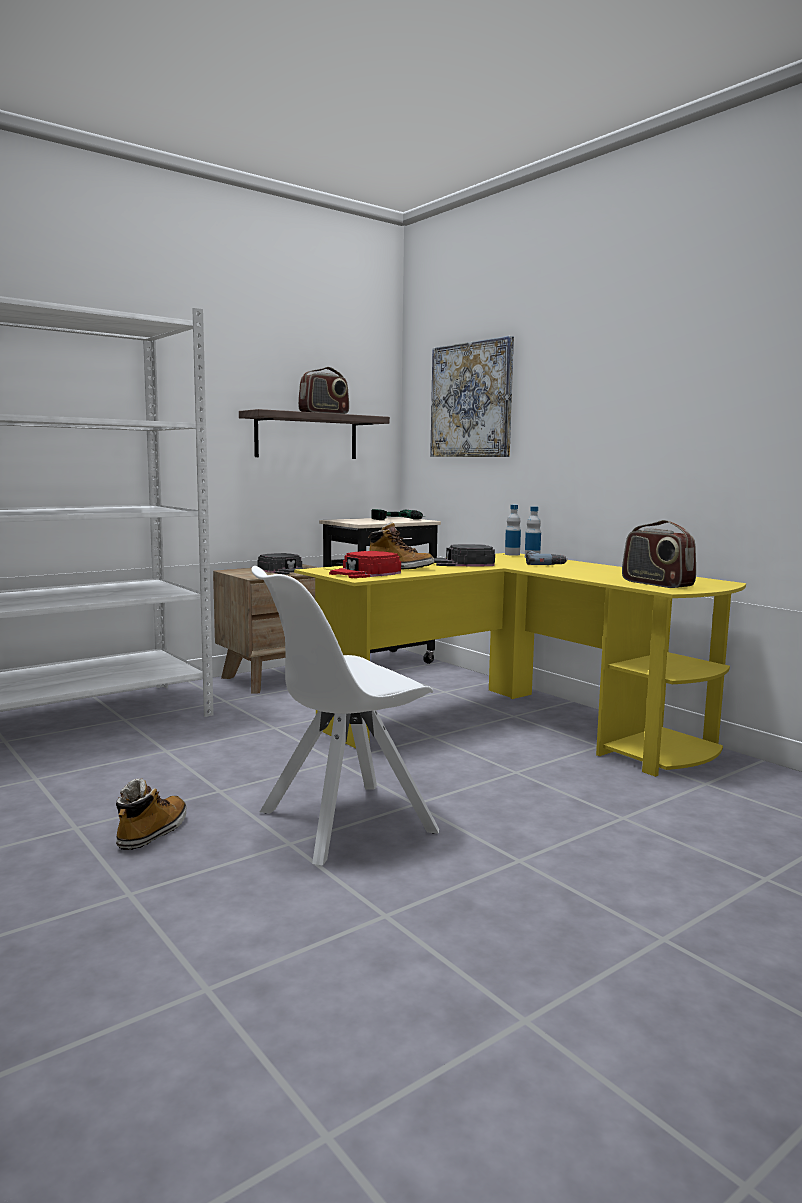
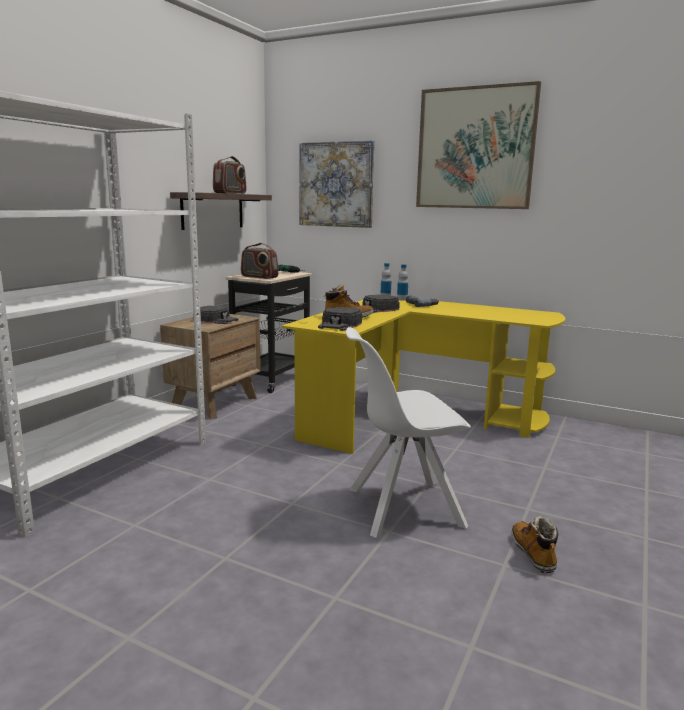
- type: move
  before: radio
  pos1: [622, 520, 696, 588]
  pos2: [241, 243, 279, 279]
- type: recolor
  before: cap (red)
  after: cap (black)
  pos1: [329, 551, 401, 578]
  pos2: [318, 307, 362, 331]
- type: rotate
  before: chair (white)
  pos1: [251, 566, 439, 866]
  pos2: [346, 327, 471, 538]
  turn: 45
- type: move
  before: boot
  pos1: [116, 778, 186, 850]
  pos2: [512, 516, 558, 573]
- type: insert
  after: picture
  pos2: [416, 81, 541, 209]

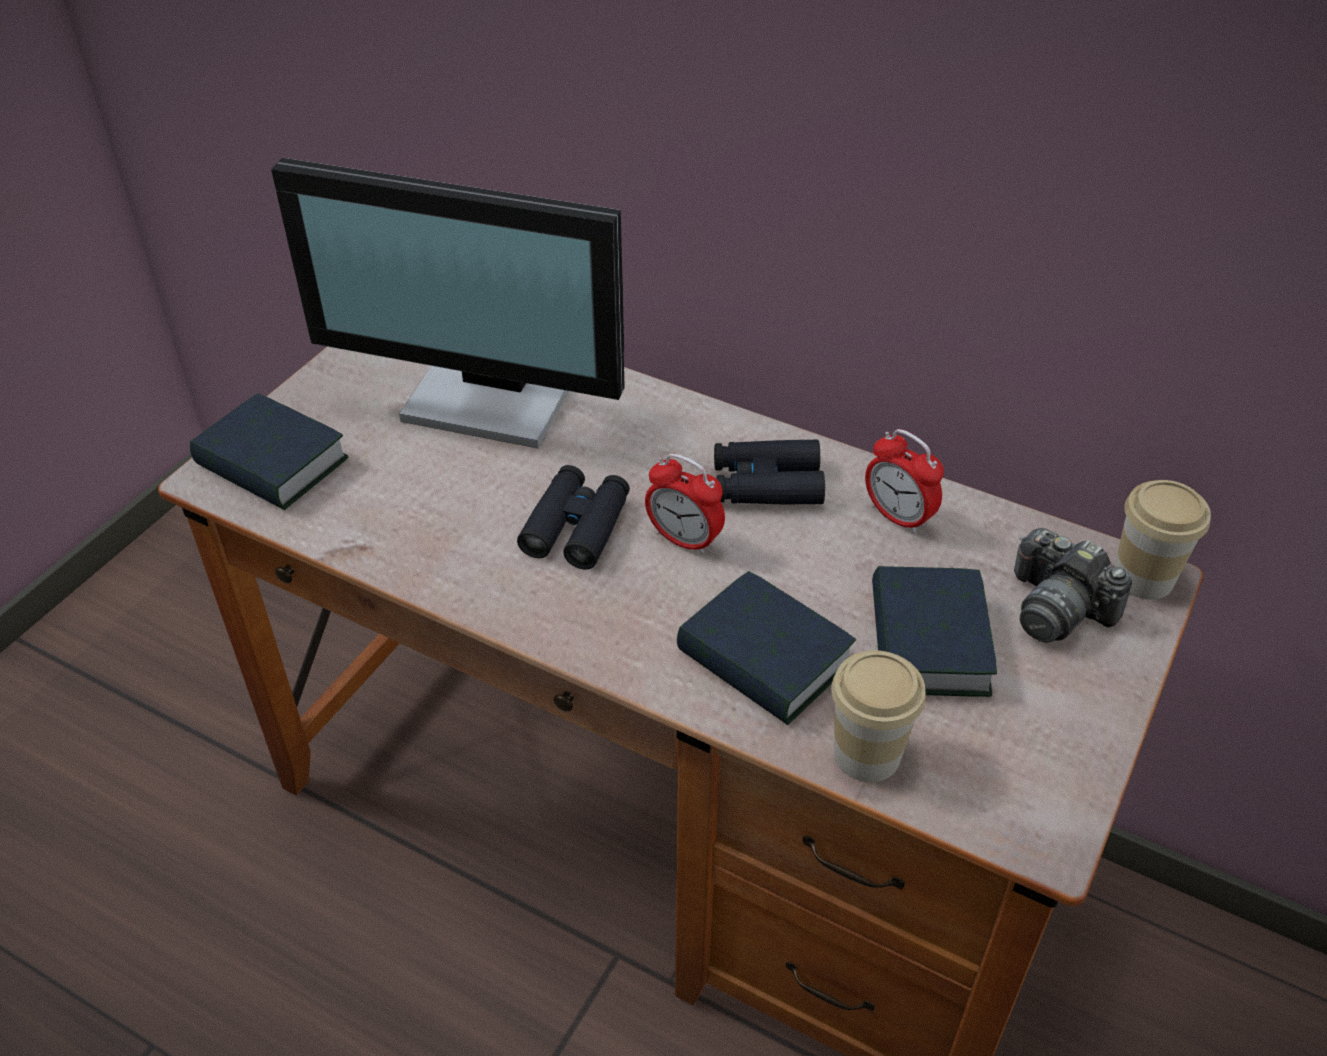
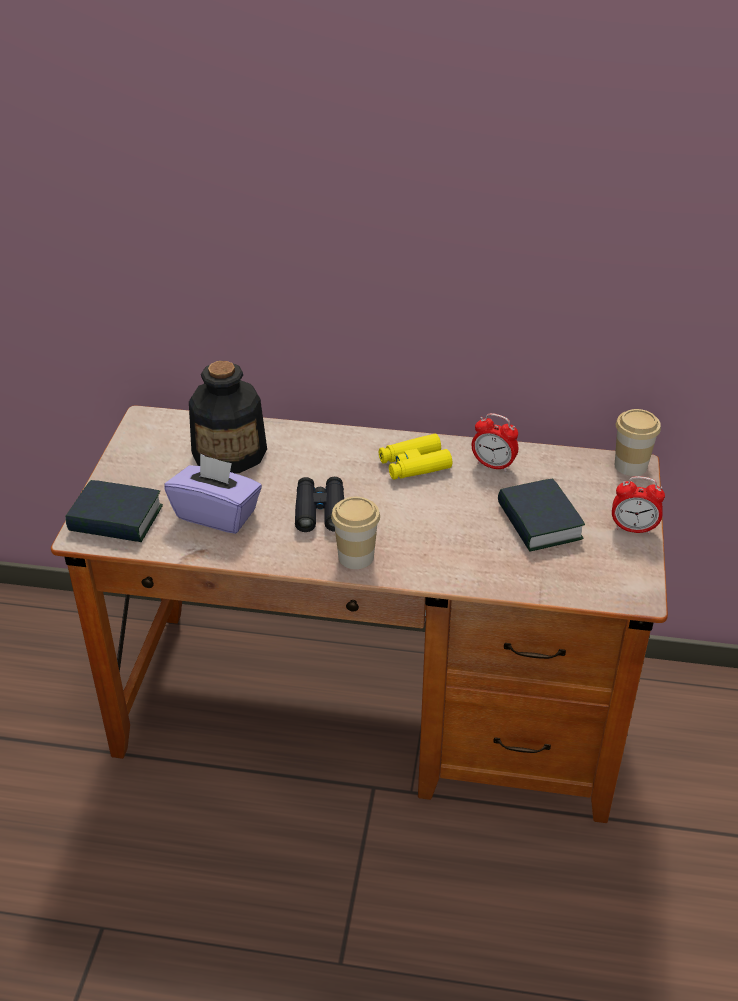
- type: replace
  before: monitor
  after: bottle
  pos1: [271, 158, 625, 448]
  pos2: [189, 361, 267, 473]
- type: recolor
  before: binoculars (black)
  after: binoculars (yellow)
  pos1: [714, 439, 825, 504]
  pos2: [379, 434, 452, 480]
- type: move
  before: alarm clock
  pos1: [645, 453, 725, 555]
  pos2: [612, 476, 665, 534]
- type: delete
  before: photo camera
  pos1: [1014, 528, 1132, 643]
- type: delete
  before: book
  pos1: [677, 571, 856, 725]
- type: move
  before: cup
  pos1: [831, 650, 926, 782]
  pos2: [331, 497, 380, 569]
- type: insert
  after: tissue box (purple)
  pos2: [164, 453, 262, 534]

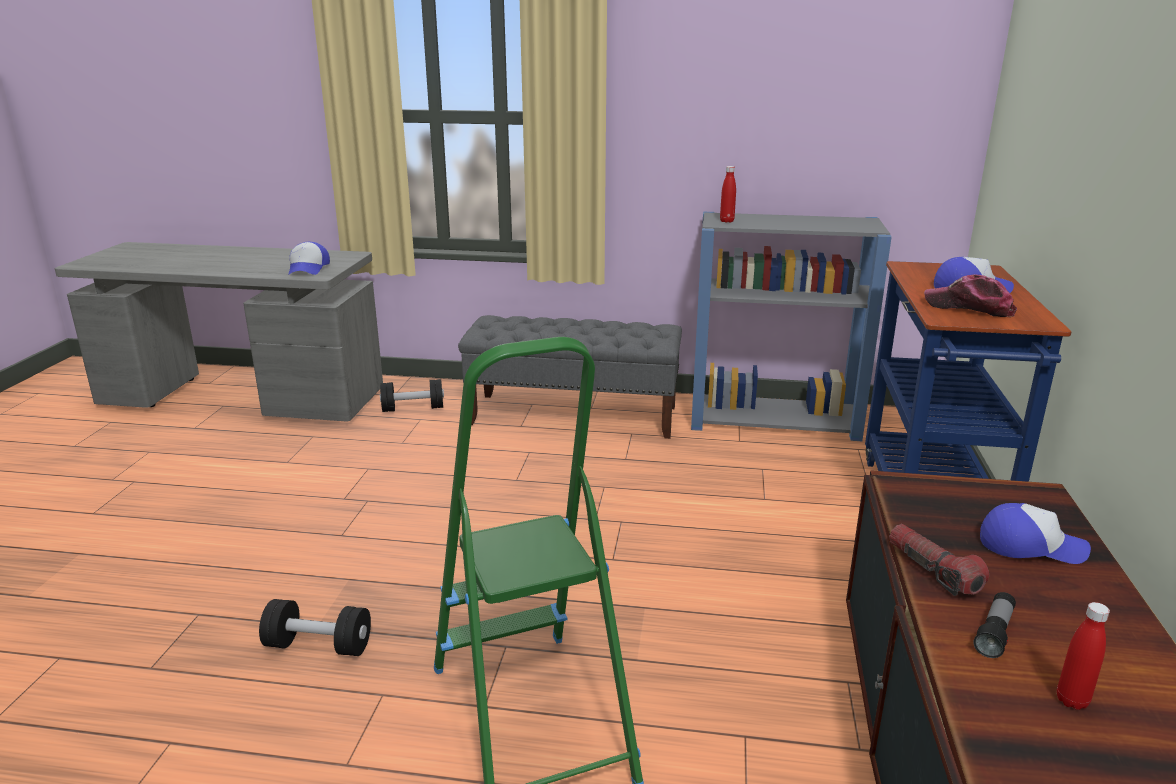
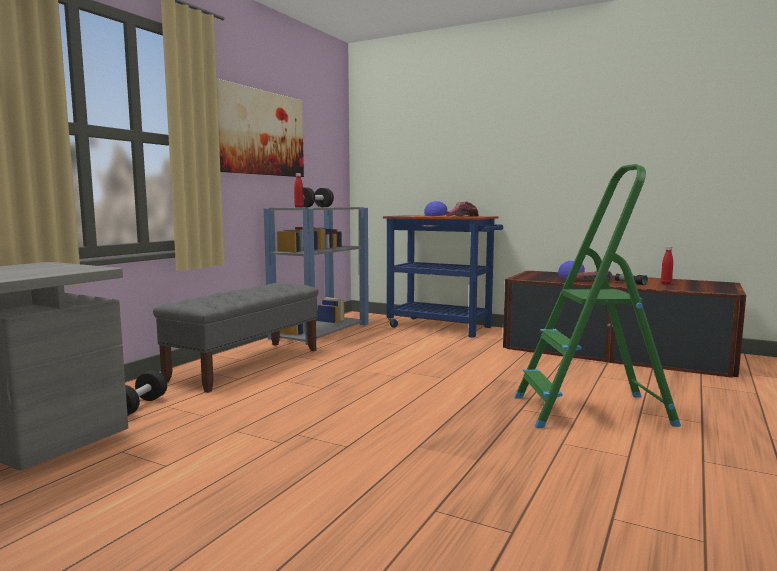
- type: delete
  before: cap
  pos1: [288, 242, 330, 275]
- type: move
  before: dumbbell (black)
  pos1: [259, 599, 371, 656]
  pos2: [303, 187, 334, 207]
- type: insert
  after: picture
  pos2: [216, 78, 304, 177]

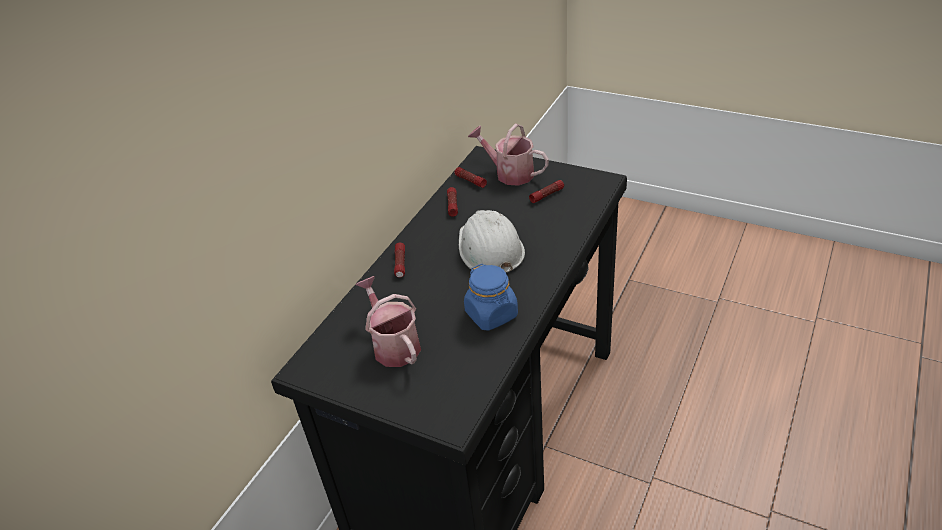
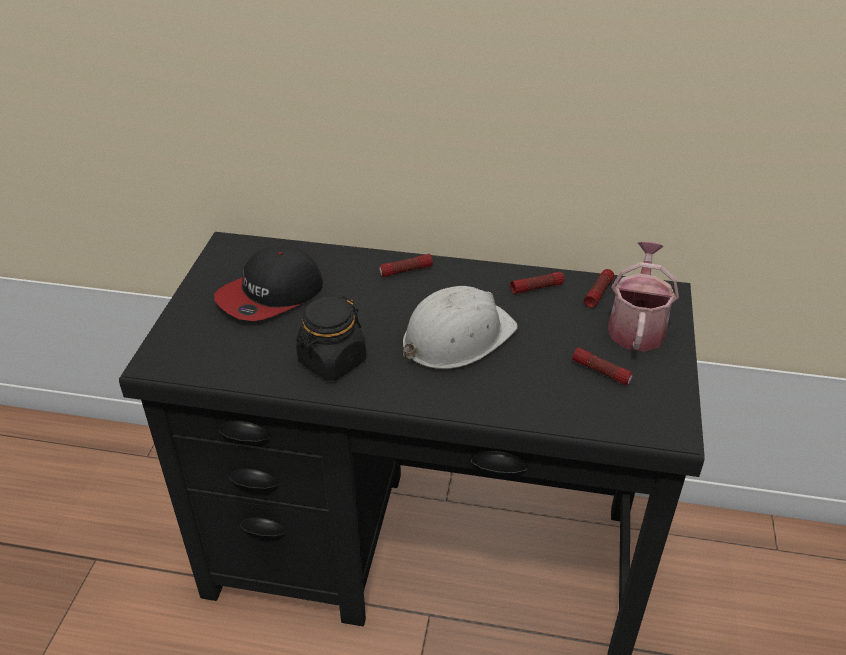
- type: recolor
  before: jar (blue)
  after: jar (black)
  pos1: [464, 264, 518, 331]
  pos2: [296, 296, 366, 381]
- type: replace
  before: watering can
  after: cap
  pos1: [355, 276, 421, 367]
  pos2: [214, 246, 323, 321]

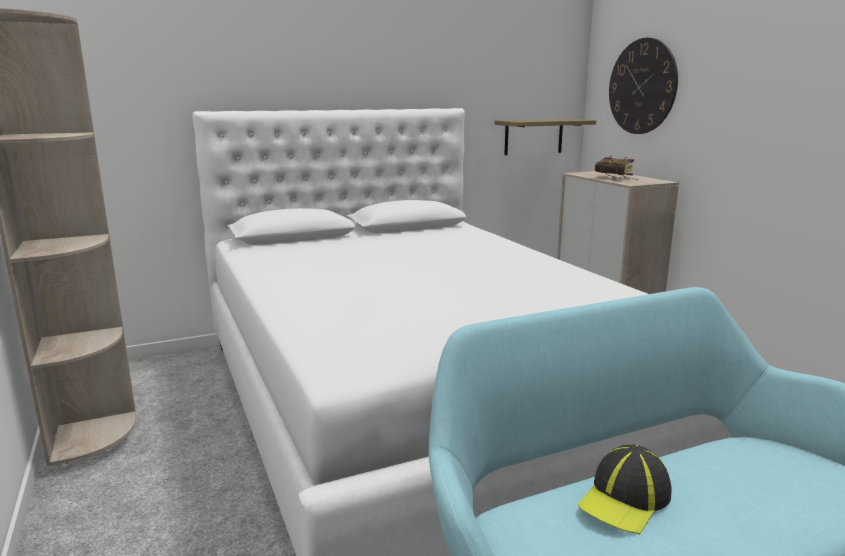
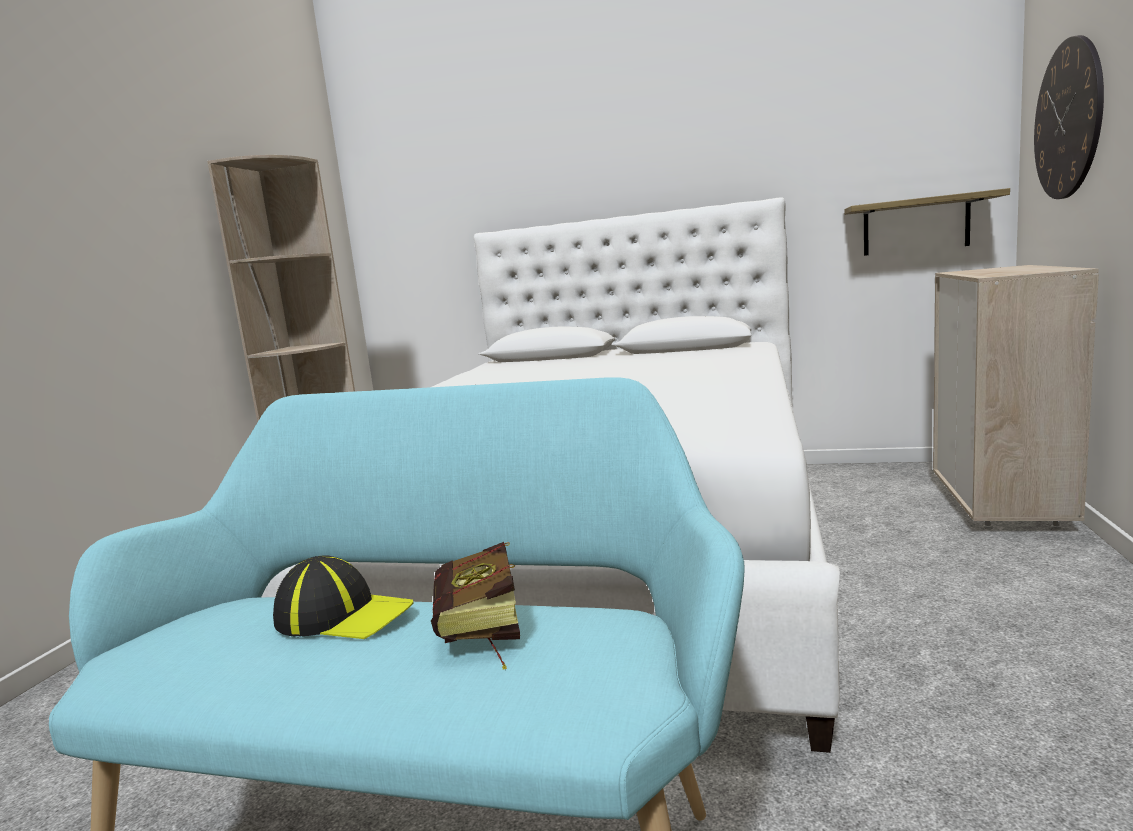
- type: move
  before: book
  pos1: [595, 156, 638, 180]
  pos2: [431, 542, 520, 669]
- type: rotate
  before: cap
  pos1: [578, 444, 671, 534]
  pos2: [273, 555, 414, 639]
  turn: -150

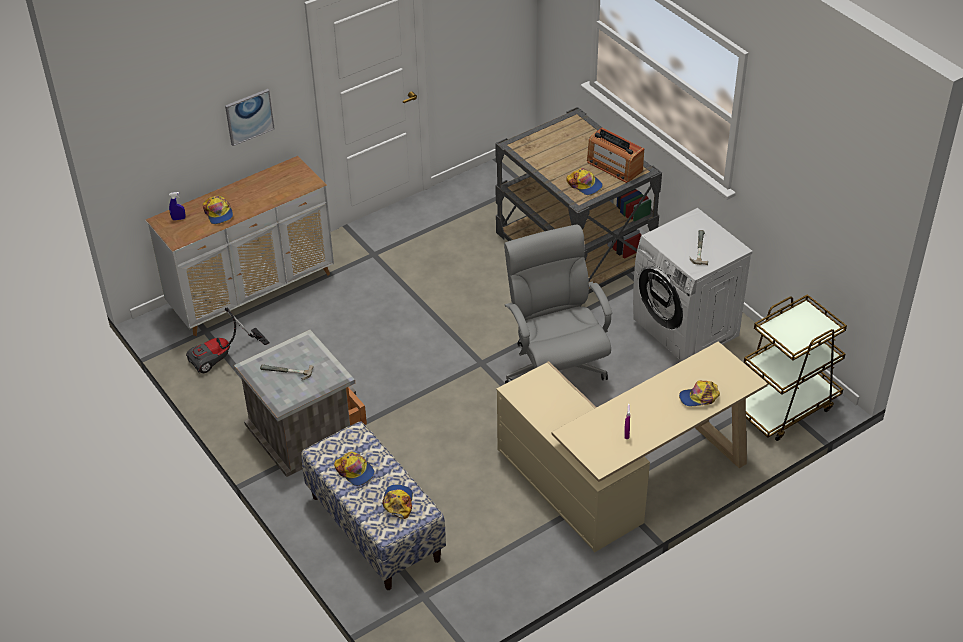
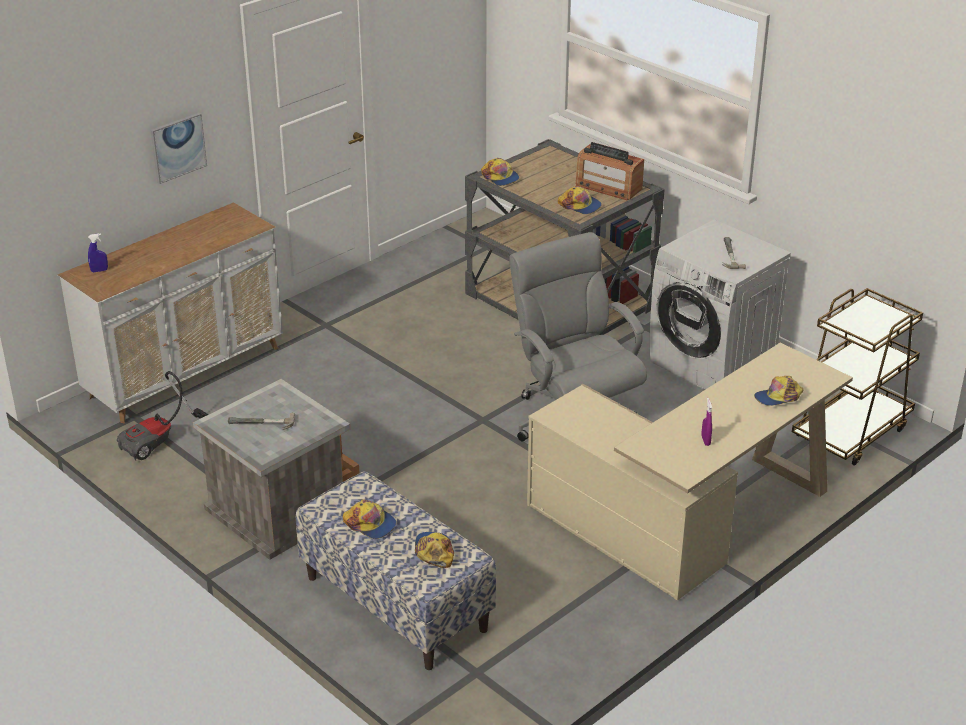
- type: move
  before: cap
  pos1: [203, 195, 233, 224]
  pos2: [481, 158, 519, 186]

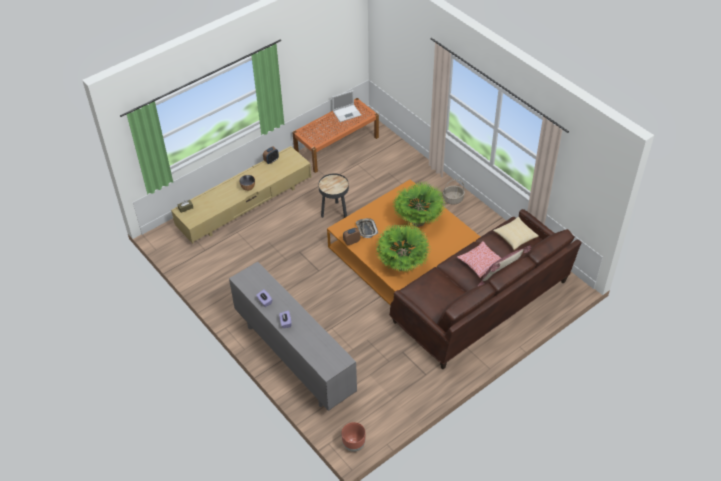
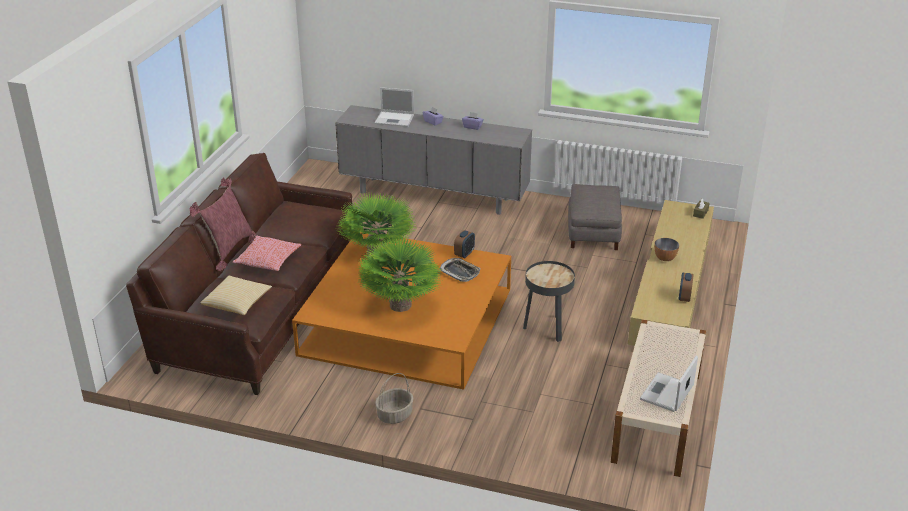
- type: recolor
  before: bench (orange)
  after: bench (beige)
  pos1: [292, 98, 379, 173]
  pos2: [611, 319, 706, 477]
- type: delete
  before: planter (brown)
  pos1: [342, 422, 366, 452]
- type: insert
  after: laptop
  pos2: [375, 87, 414, 127]
- type: insert
  after: ottoman (grey)
  pos2: [568, 184, 622, 250]

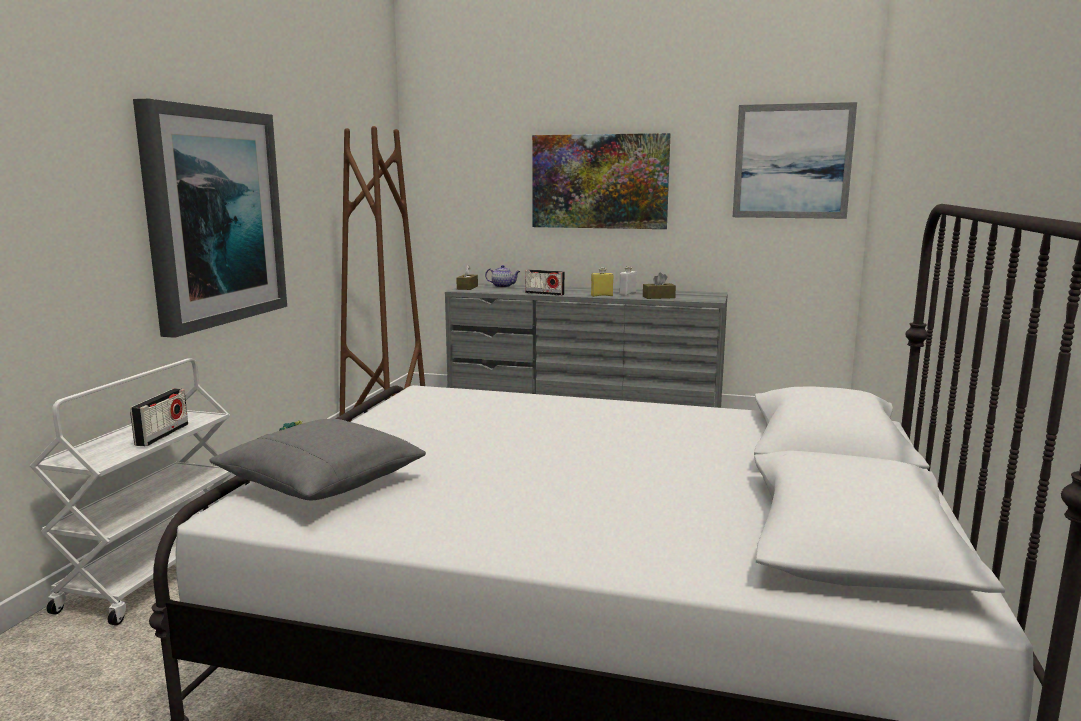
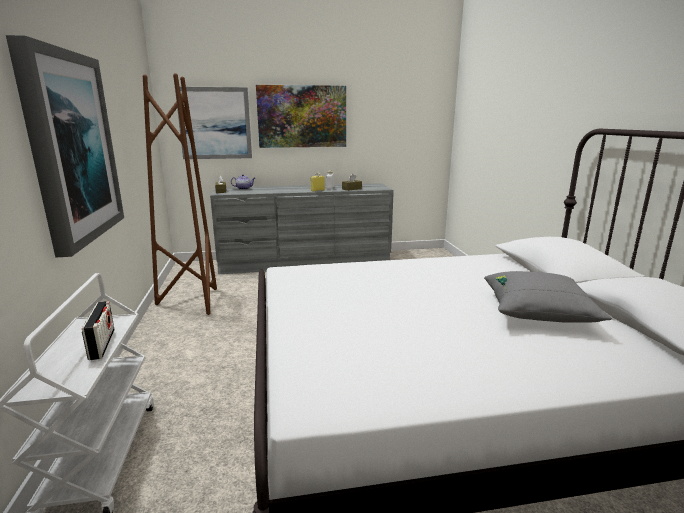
- type: move
  before: picture
  pos1: [733, 102, 857, 219]
  pos2: [175, 87, 252, 159]
- type: delete
  before: radio
  pos1: [525, 269, 565, 296]
- type: move
  before: pillow (grey)
  pos1: [209, 419, 426, 500]
  pos2: [484, 271, 612, 323]

